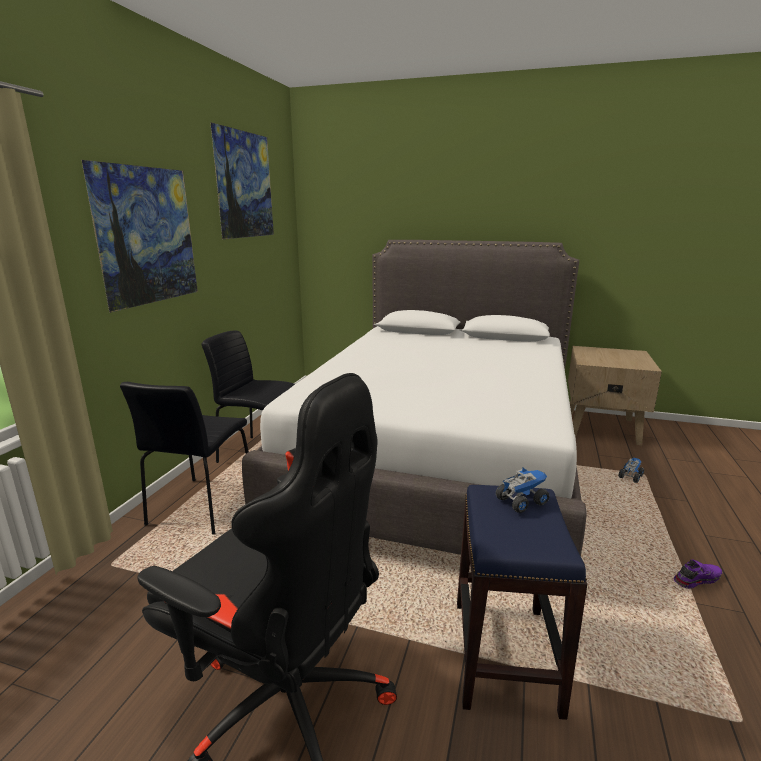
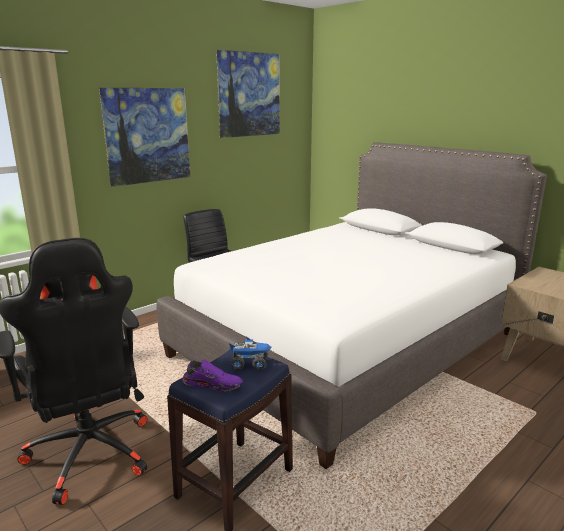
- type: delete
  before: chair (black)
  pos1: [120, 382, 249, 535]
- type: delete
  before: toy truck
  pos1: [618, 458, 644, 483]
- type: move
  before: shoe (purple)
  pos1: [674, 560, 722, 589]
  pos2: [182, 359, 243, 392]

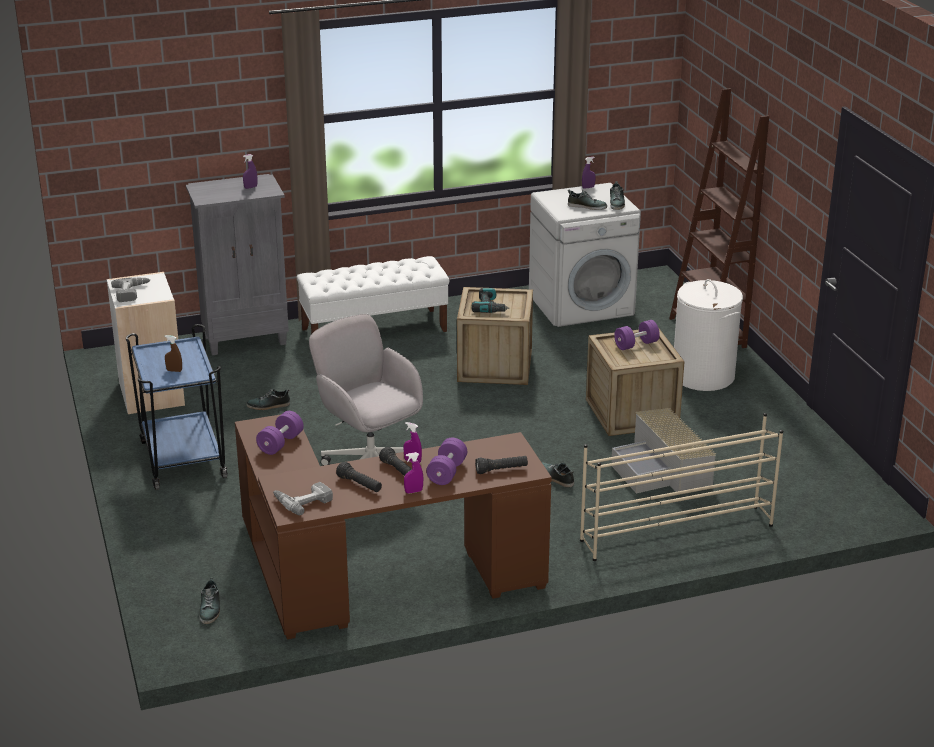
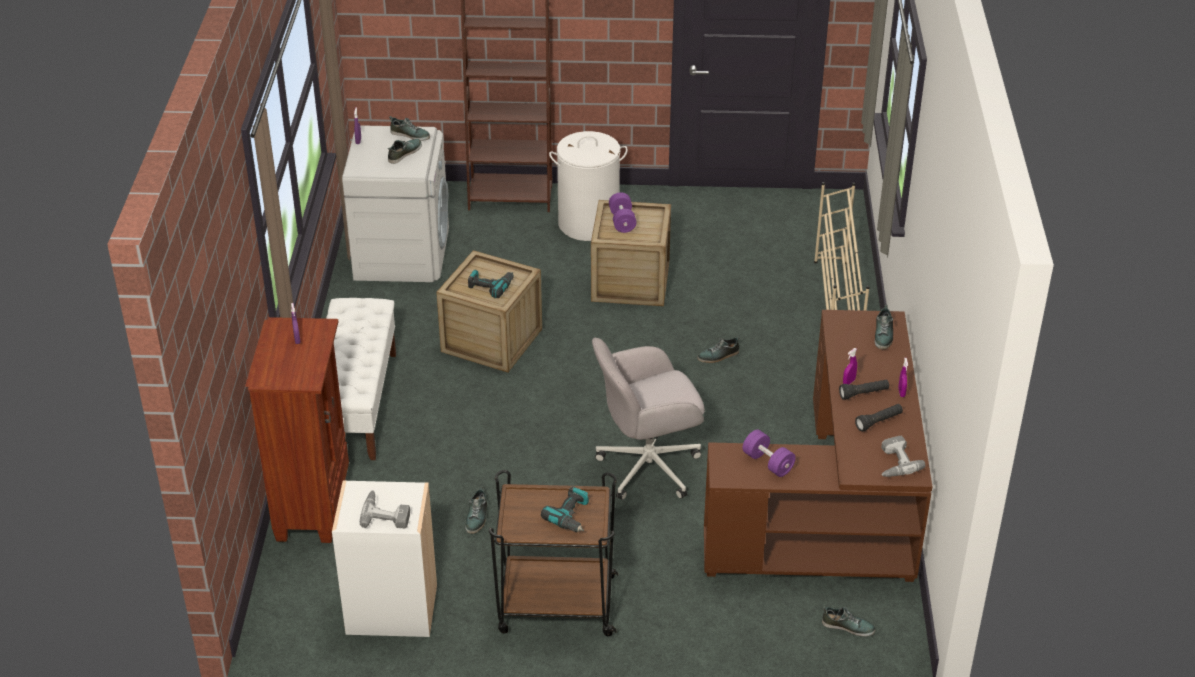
- type: recolor
  before: cabinet (grey)
  after: cabinet (brown)
  pos1: [186, 174, 289, 355]
  pos2: [245, 317, 349, 543]
- type: recolor
  before: cart (blue)
  after: cart (brown)
  pos1: [126, 324, 228, 490]
  pos2: [489, 470, 618, 636]
- type: replace
  before: spray bottle (brown)
  after: power drill
  pos1: [164, 335, 182, 372]
  pos2: [541, 486, 589, 532]
- type: delete
  before: storage box (grey)
  pos1: [611, 408, 716, 494]
- type: delete
  before: dumbbell (purple)
  pos1: [426, 438, 467, 485]
- type: replace
  before: flashlight (black)
  after: shoe
  pos1: [475, 456, 528, 474]
  pos2: [875, 305, 893, 349]

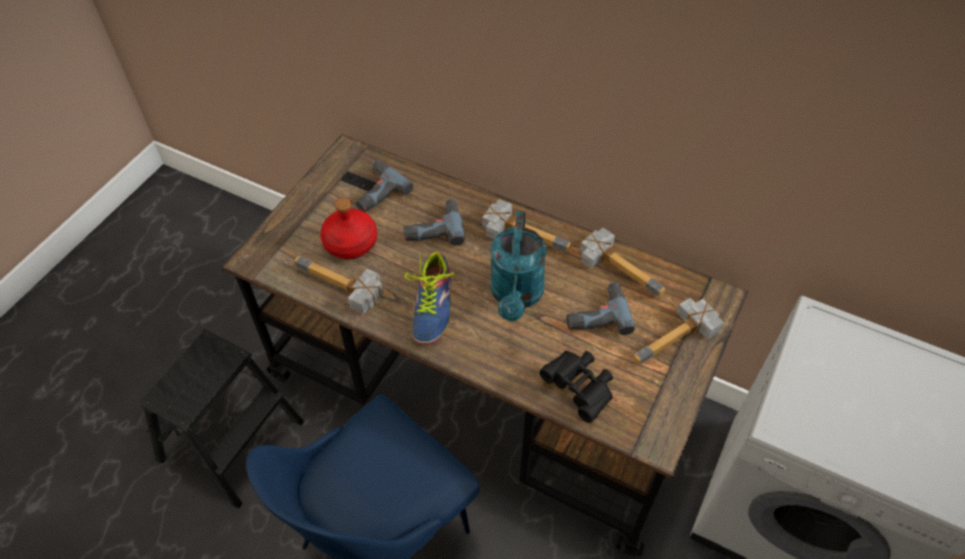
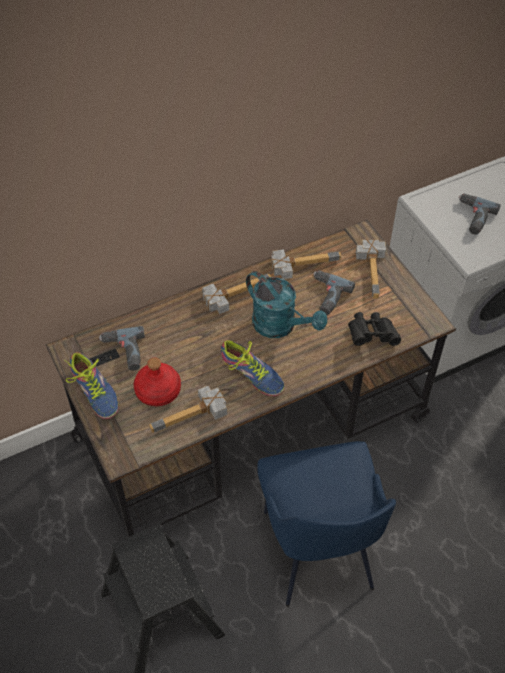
- type: move
  before: power drill
  pos1: [403, 199, 465, 246]
  pos2: [459, 193, 501, 235]
- type: insert
  after: shoe
  pos2: [65, 352, 119, 419]

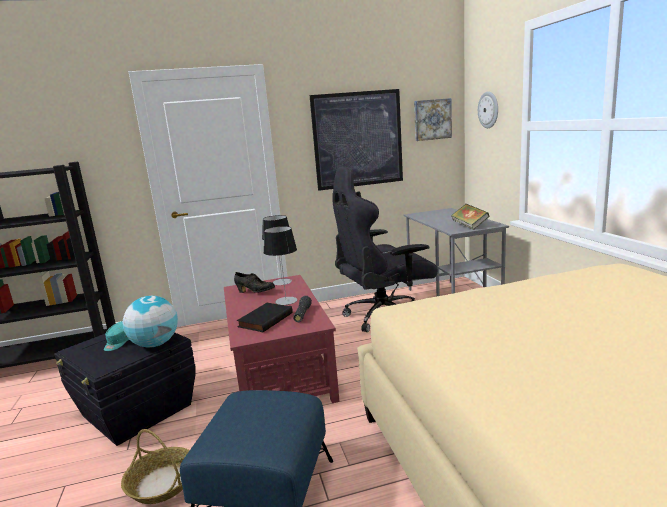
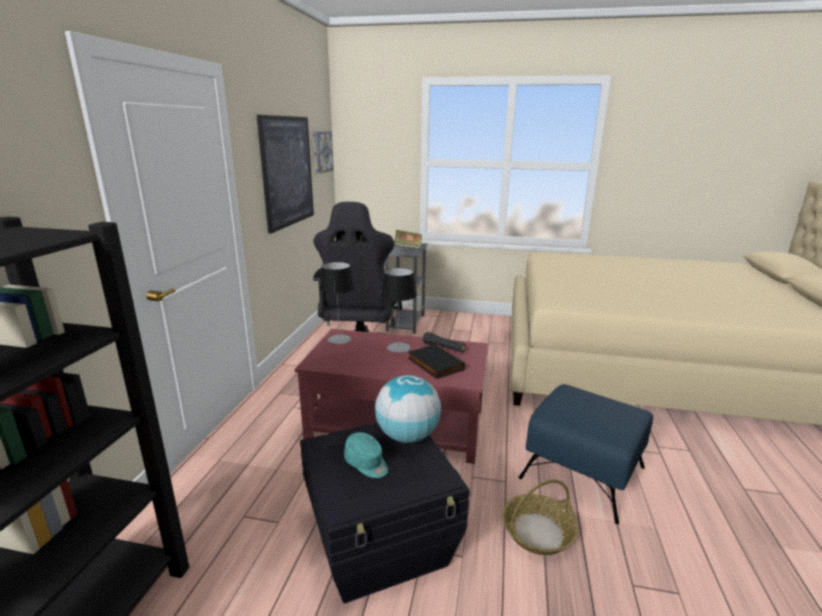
- type: delete
  before: wall clock
  pos1: [478, 92, 498, 128]
- type: delete
  before: shoe (black)
  pos1: [234, 272, 275, 293]

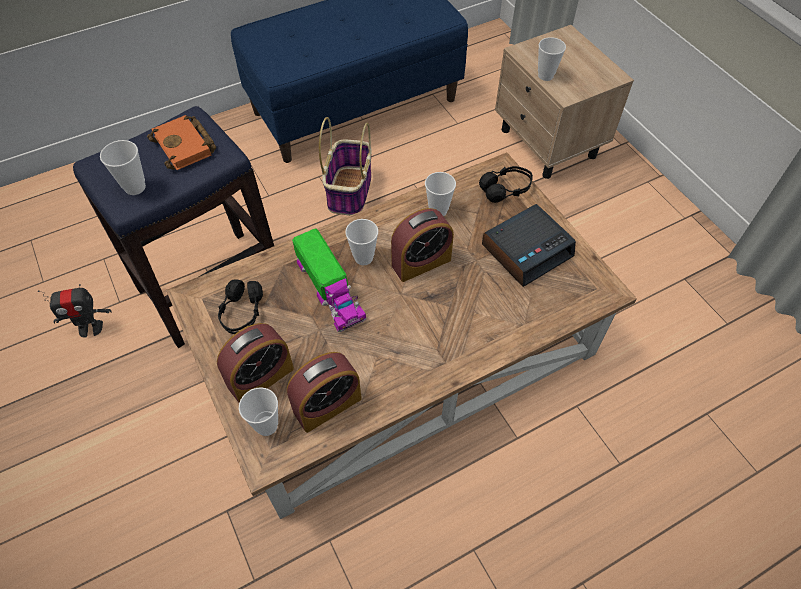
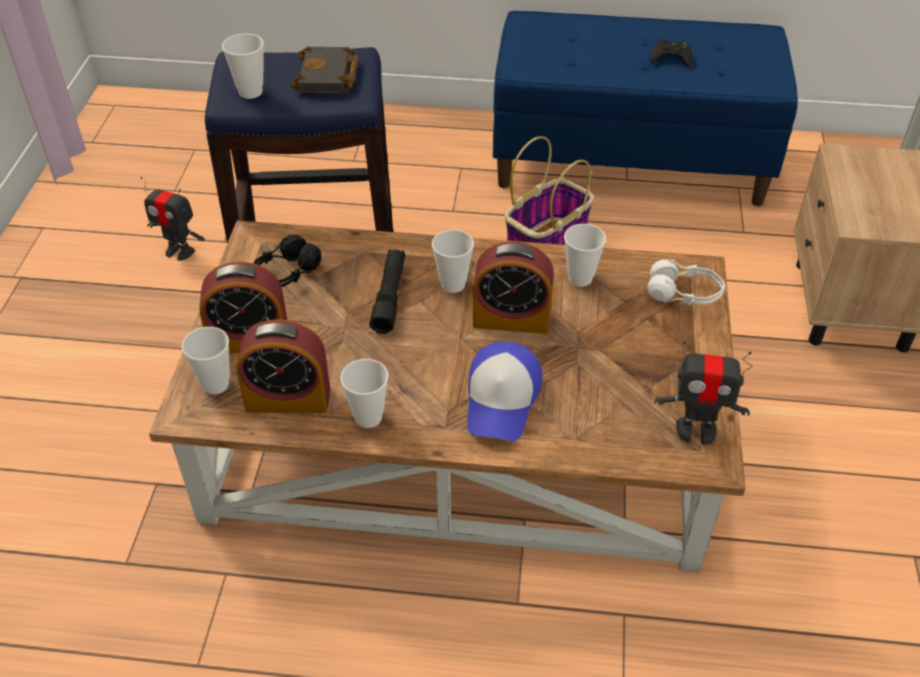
- type: move
  before: cup
  pos1: [538, 37, 566, 81]
  pos2: [340, 359, 389, 428]
- type: recolor
  before: book (orange)
  after: book (black)
  pos1: [147, 115, 216, 170]
  pos2: [291, 47, 359, 94]
- type: recolor
  before: headphones (black)
  after: headphones (white)
  pos1: [479, 166, 533, 203]
  pos2: [647, 259, 725, 306]
- type: delete
  before: alarm clock
  pos1: [482, 204, 576, 287]
- type: replace
  before: toy truck
  after: flashlight (black)
  pos1: [292, 228, 366, 332]
  pos2: [369, 249, 405, 334]
- type: insert
  after: game controller (black)
  pos2: [650, 39, 692, 68]
- type: insert
  after: cap
  pos2: [467, 341, 543, 441]
- type: insert
  after: toy robot
  pos2: [655, 341, 752, 445]

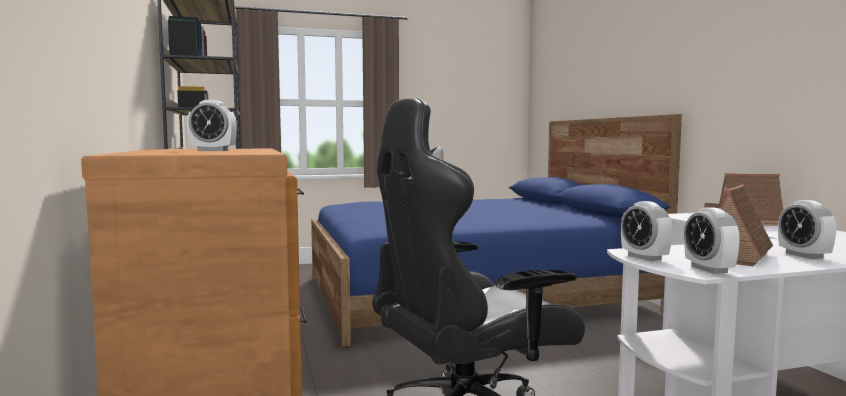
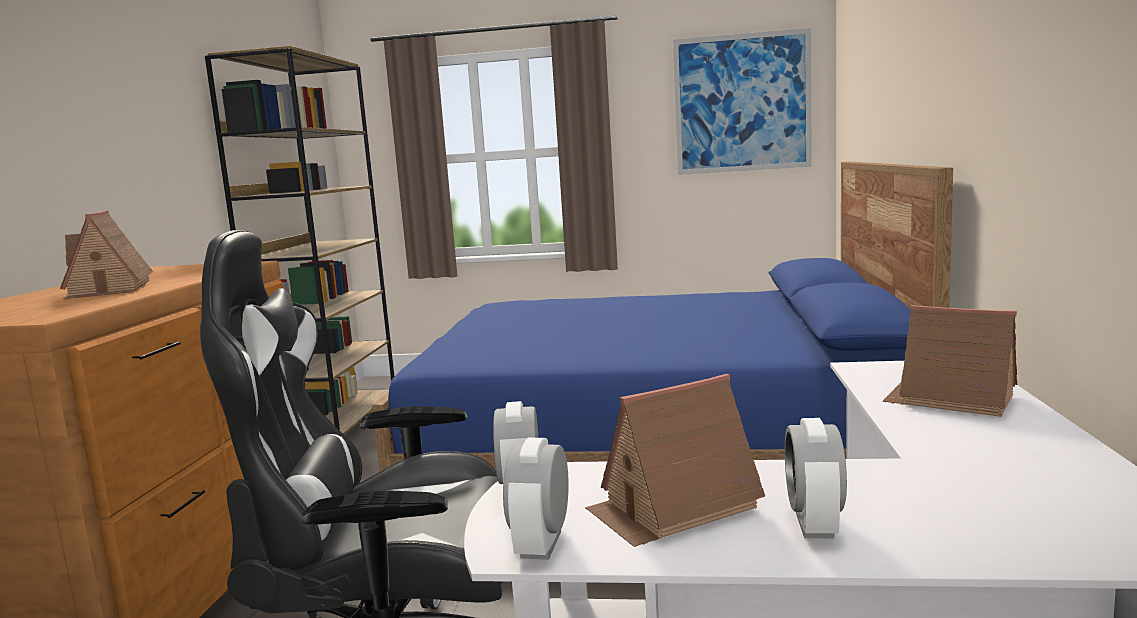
- type: replace
  before: alarm clock
  after: toy house
  pos1: [187, 100, 237, 151]
  pos2: [60, 210, 153, 299]
- type: insert
  after: picture
  pos2: [673, 28, 812, 175]

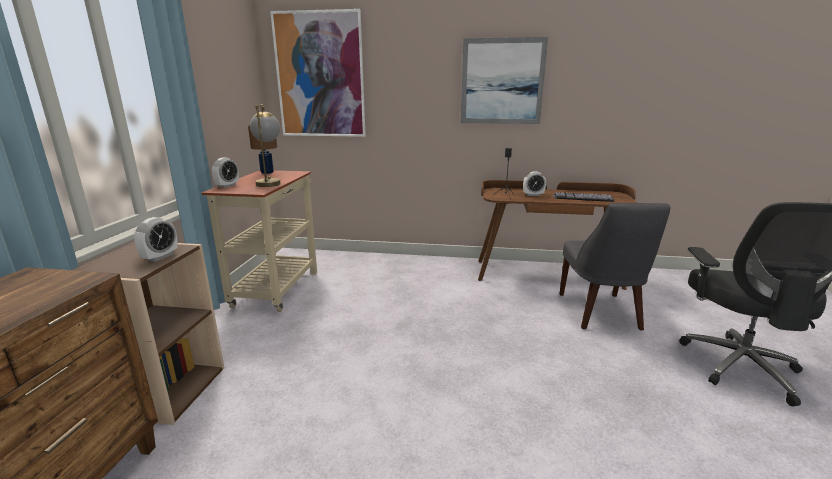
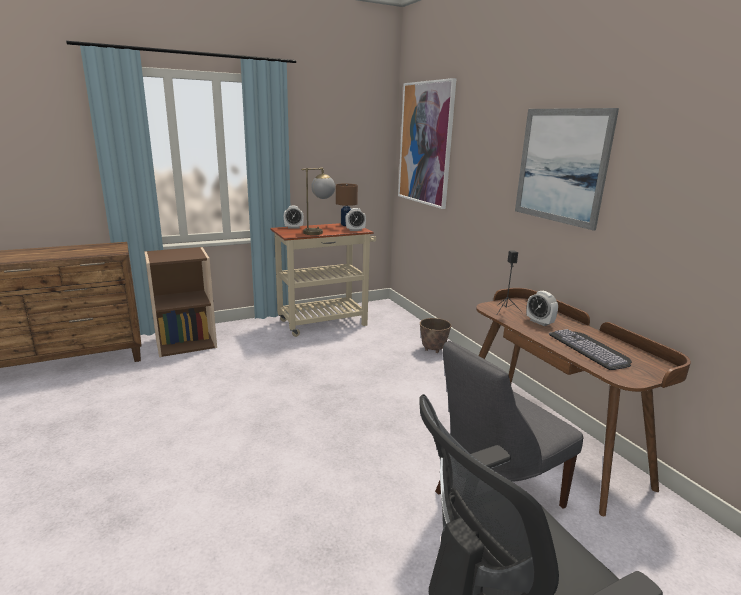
- type: move
  before: alarm clock
  pos1: [134, 217, 178, 262]
  pos2: [345, 208, 366, 231]
- type: insert
  after: planter
  pos2: [420, 318, 451, 353]

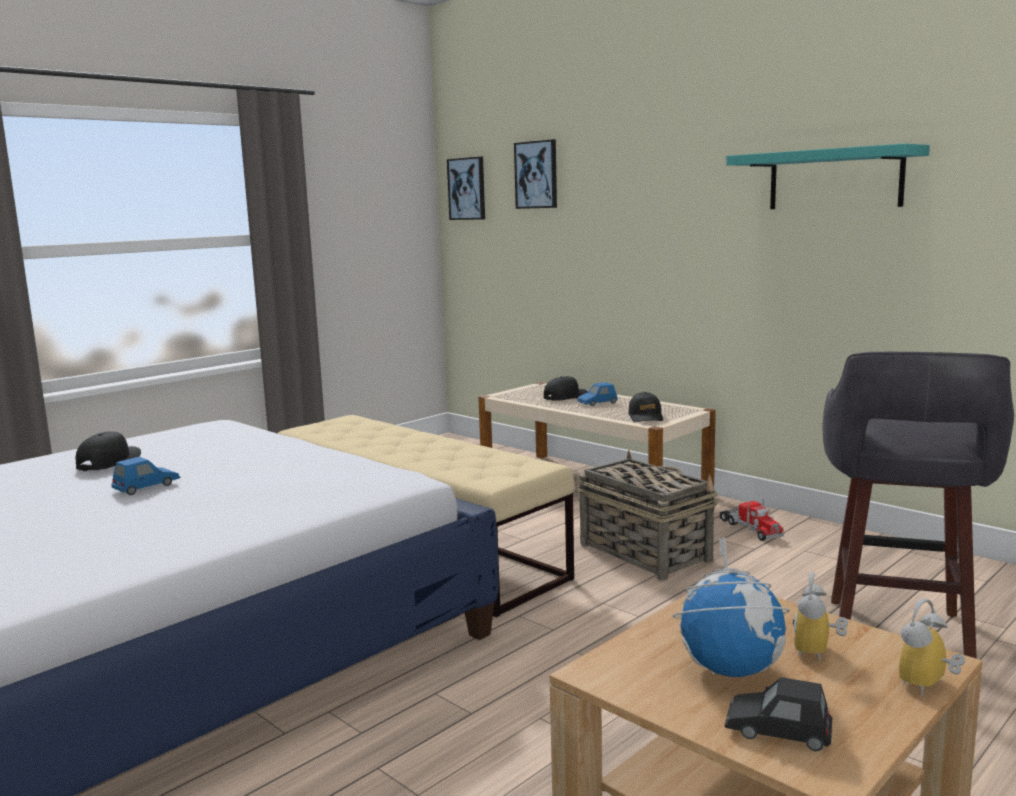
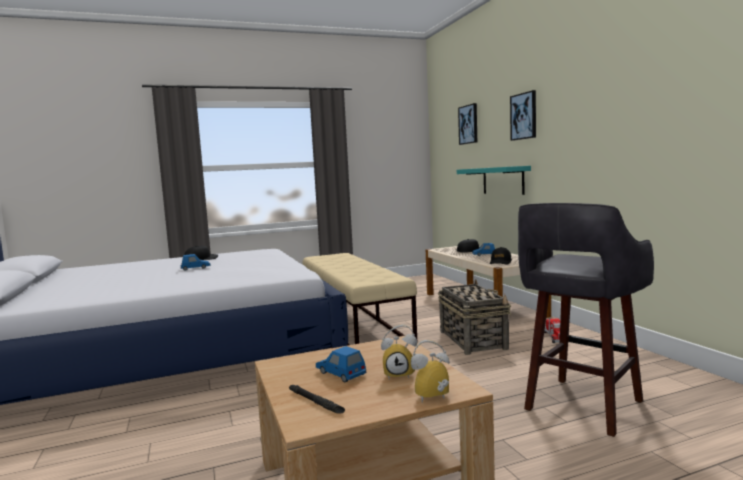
- type: move
  before: shelf (turquoise)
  pos1: [726, 143, 930, 209]
  pos2: [457, 166, 531, 195]
- type: move
  before: picture
  pos1: [447, 157, 485, 220]
  pos2: [510, 90, 536, 141]
- type: replace
  before: globe
  after: toy car (blue)
  pos1: [673, 537, 790, 677]
  pos2: [316, 346, 366, 383]
- type: rotate
  before: alarm clock
  pos1: [793, 572, 848, 662]
  pos2: [381, 324, 417, 378]
  turn: -135
- type: replace
  before: toy car (black)
  after: flashlight (black)
  pos1: [725, 677, 833, 751]
  pos2: [289, 385, 345, 414]

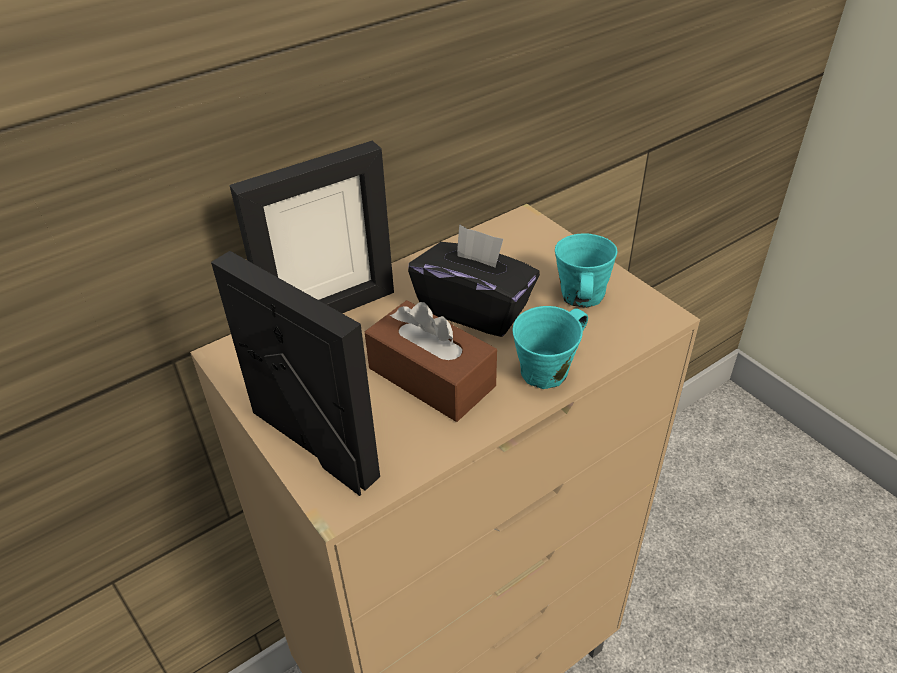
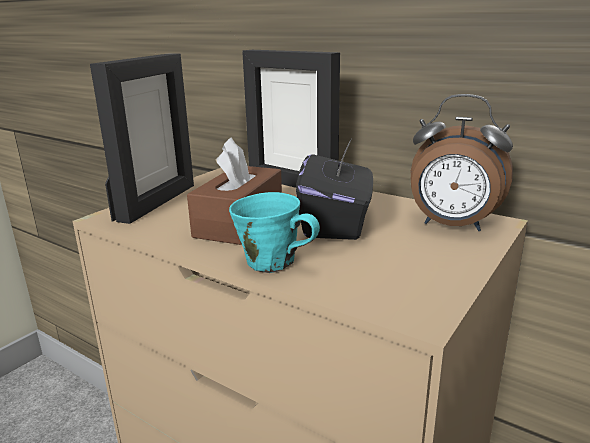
- type: delete
  before: mug (turquoise)
  pos1: [555, 233, 617, 308]
- type: insert
  after: alarm clock
  pos2: [411, 94, 513, 231]

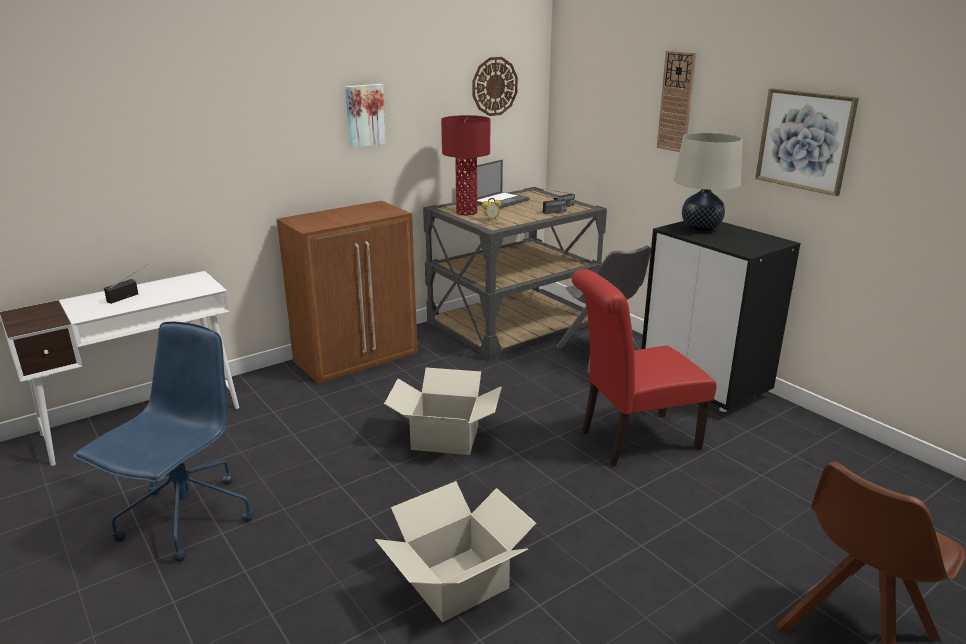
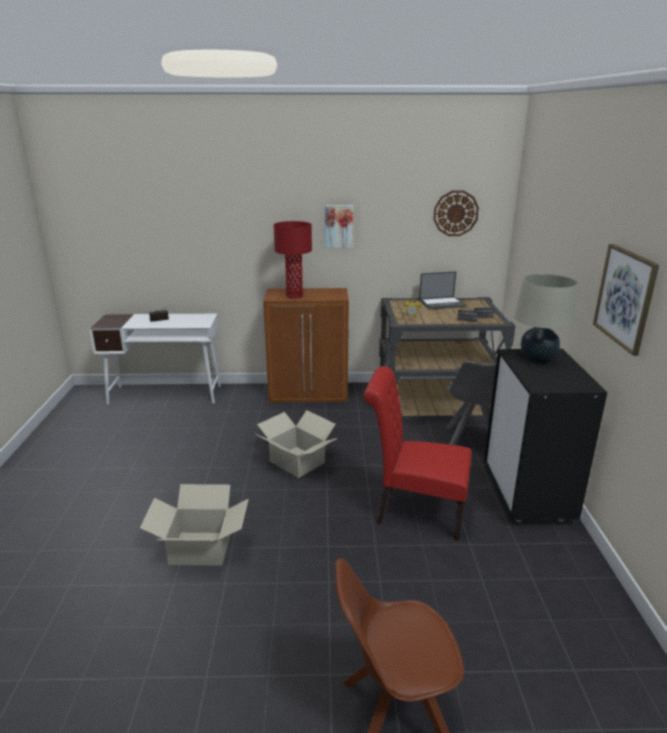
- type: delete
  before: wall clock
  pos1: [657, 51, 696, 152]
- type: move
  before: table lamp (red)
  pos1: [441, 115, 490, 215]
  pos2: [274, 221, 312, 299]
- type: delete
  before: office chair (blue)
  pos1: [73, 322, 253, 562]

